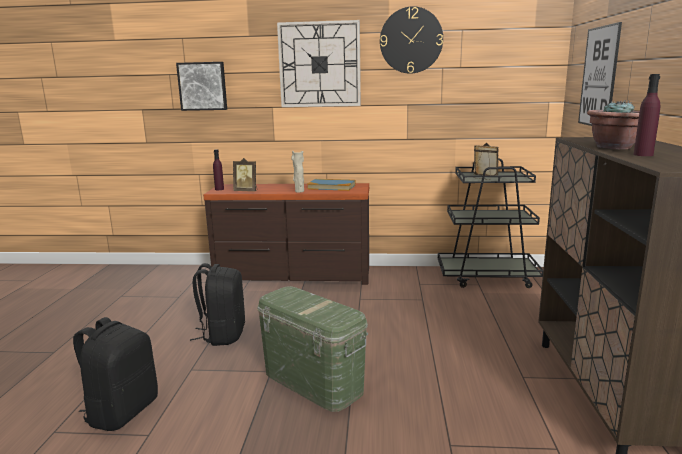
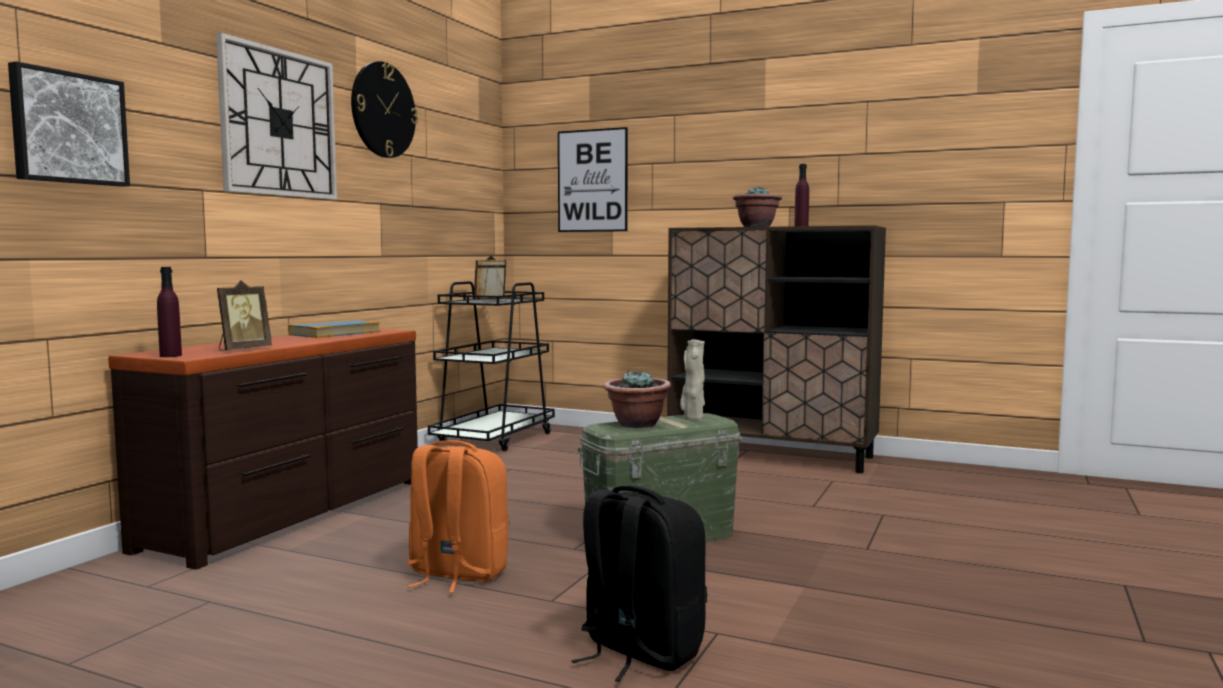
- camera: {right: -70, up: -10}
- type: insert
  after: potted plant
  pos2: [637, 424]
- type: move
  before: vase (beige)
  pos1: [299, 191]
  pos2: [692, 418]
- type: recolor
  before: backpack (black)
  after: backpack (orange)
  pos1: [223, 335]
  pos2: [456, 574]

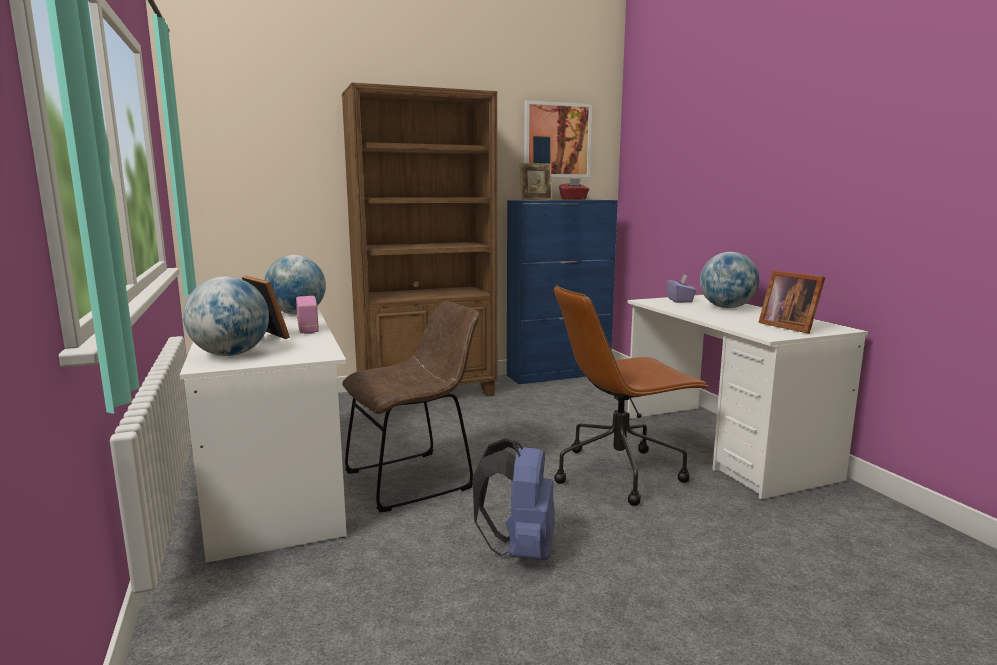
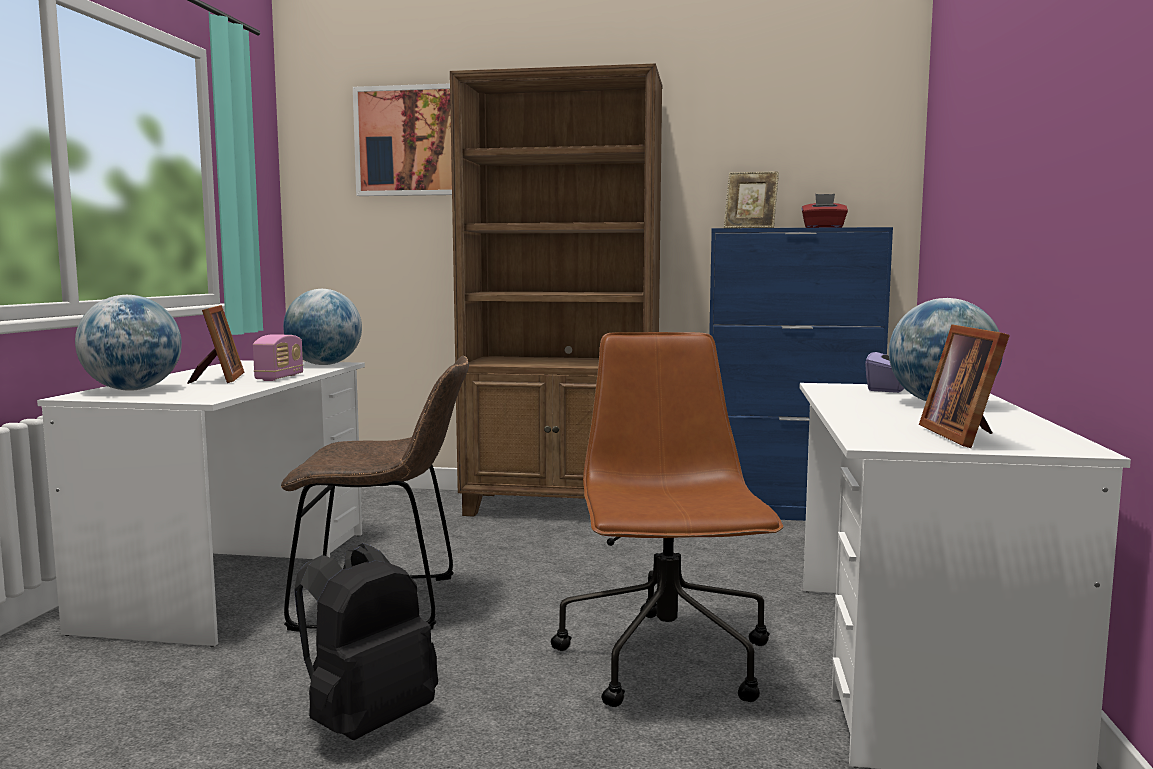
- camera: {right: 30, up: -5}
- type: move
  before: picture
  pos1: [556, 140]
  pos2: [407, 141]
- type: recolor
  before: backpack (blue)
  after: backpack (black)
  pos1: [520, 550]
  pos2: [366, 722]
- type: rotate
  before: office chair (brown)
  pos1: [620, 472]
  pos2: [667, 662]
  turn: 75

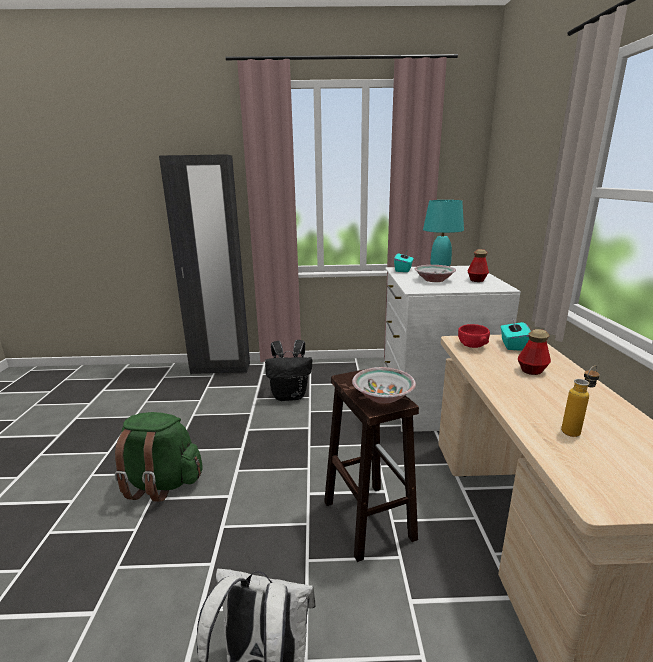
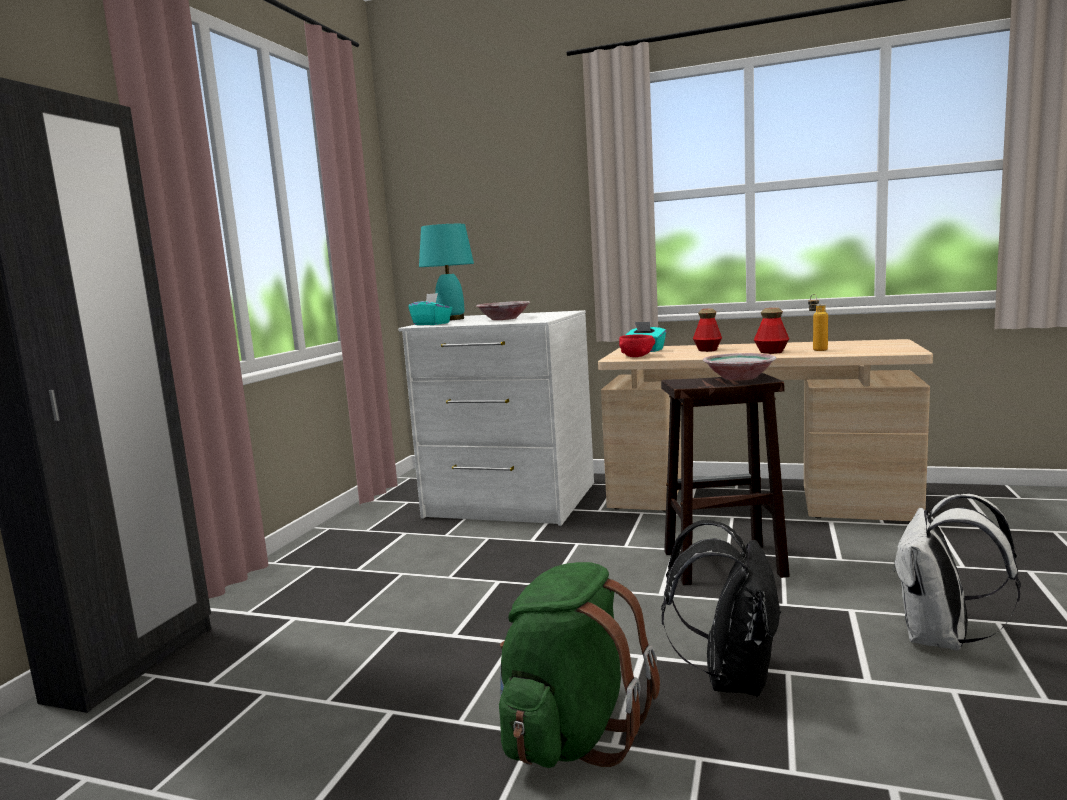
- camera: {right: -70, up: -10}
- type: move
  before: backpack (black)
  pos1: [290, 396]
  pos2: [730, 677]
- type: move
  before: bottle
  pos1: [477, 280]
  pos2: [771, 352]

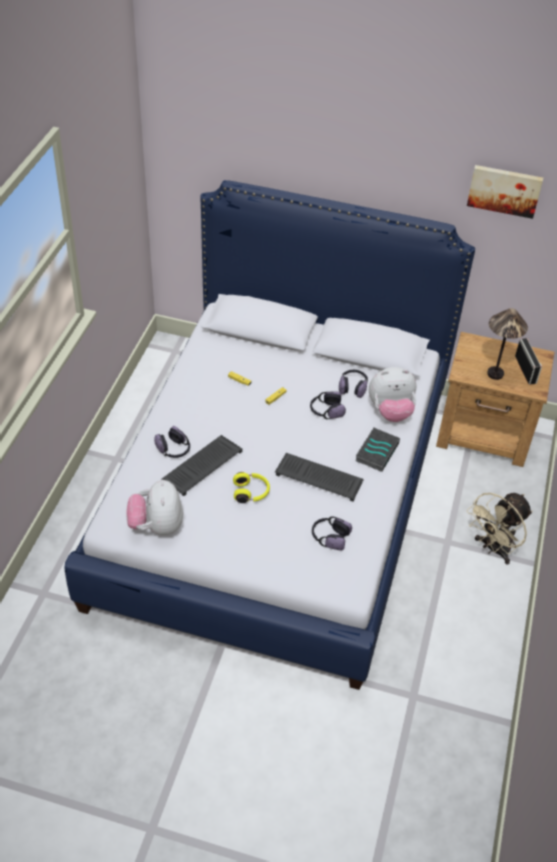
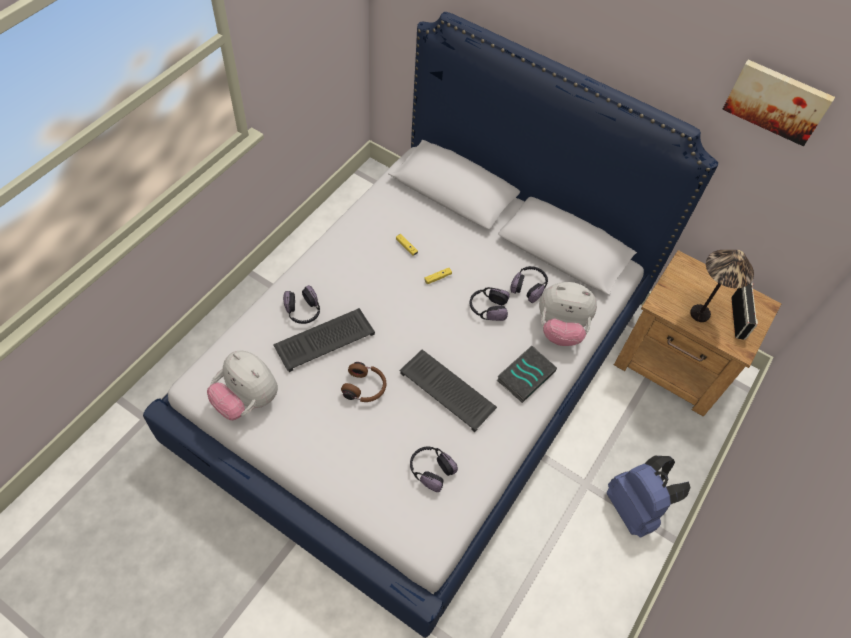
- camera: {right: 15, up: 10}
- type: replace
  before: fan (beige)
  after: backpack (blue)
  pos1: [493, 549]
  pos2: [635, 508]
- type: recolor
  before: headphones (yellow)
  after: headphones (brown)
  pos1: [251, 492]
  pos2: [365, 388]
- type: rotate
  before: plush toy
  pos1: [157, 526]
  pos2: [247, 400]
  turn: -60

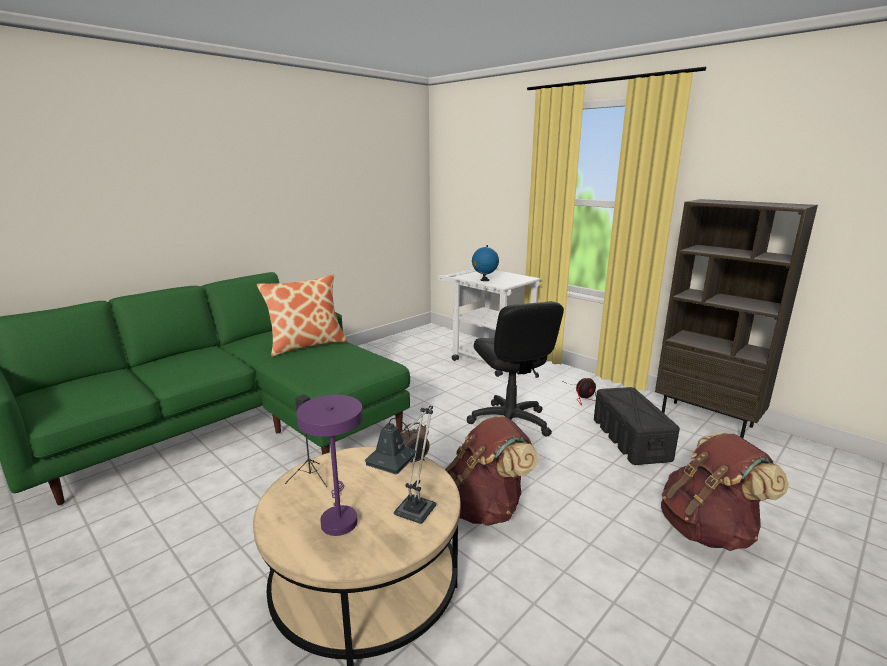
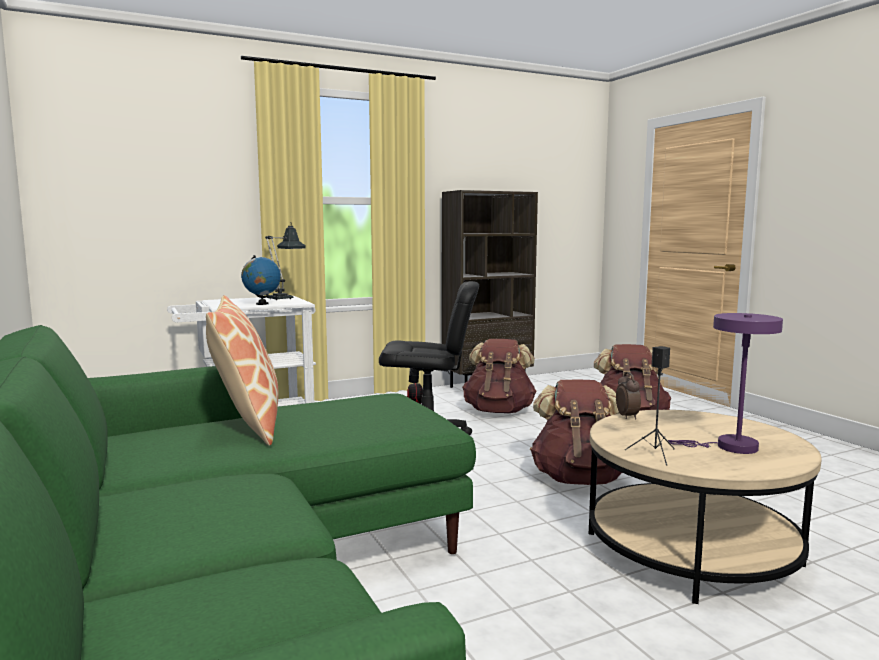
- camera: {right: -70, up: -10}
- type: move
  before: table lamp
  pos1: [410, 517]
  pos2: [283, 299]
- type: replace
  before: storage box (black)
  after: backpack (brown)
  pos1: [631, 439]
  pos2: [499, 411]

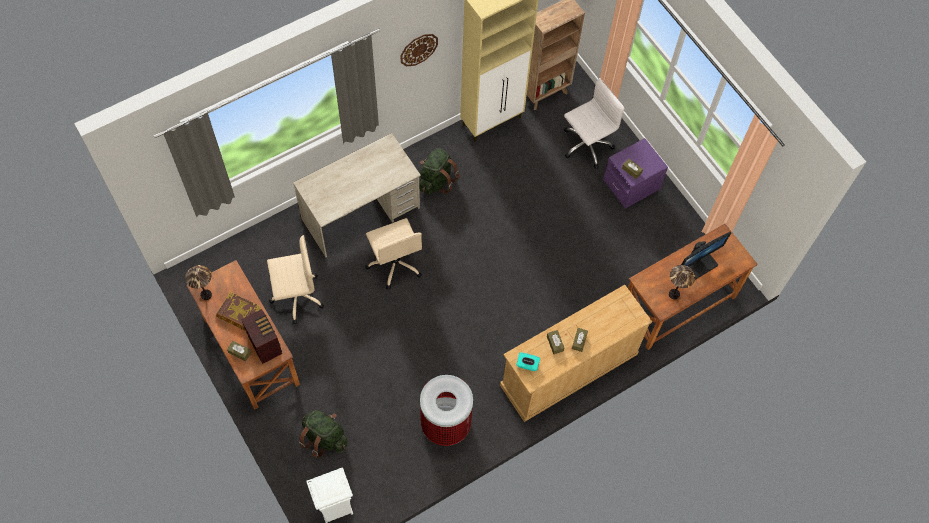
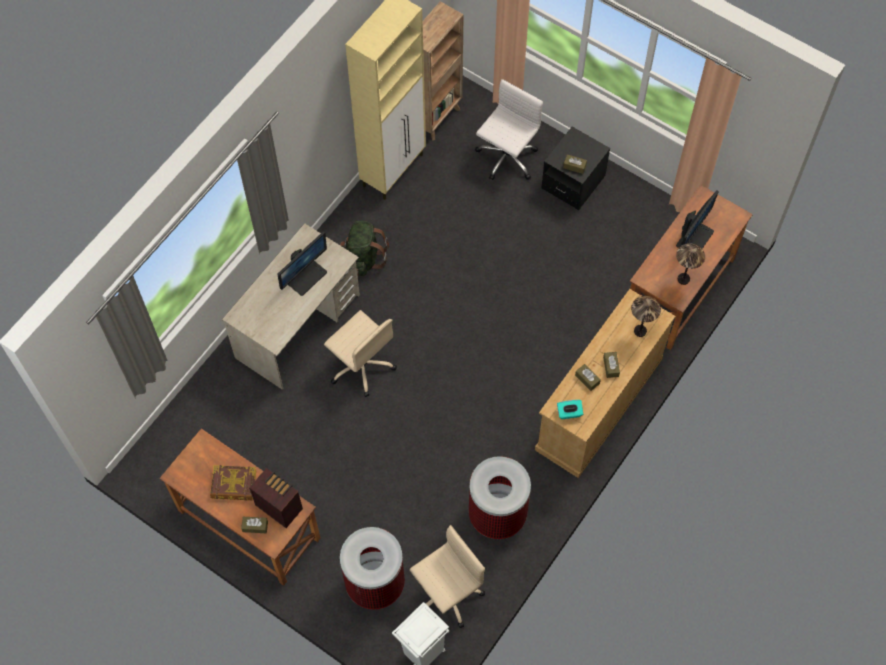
- camera: {right: -20, up: 0}
- type: delete
  before: wall clock
  pos1: [418, 49]
- type: insert
  after: monitor
  pos2: [305, 276]
- type: move
  before: table lamp
  pos1: [206, 295]
  pos2: [640, 331]
- type: move
  before: office chair (beige)
  pos1: [296, 296]
  pos2: [446, 593]
- type: replace
  before: backpack (green)
  after: trash can
  pos1: [324, 438]
  pos2: [374, 583]
- type: recolor
  before: nightstand (purple)
  after: nightstand (black)
  pos1: [631, 185]
  pos2: [573, 182]

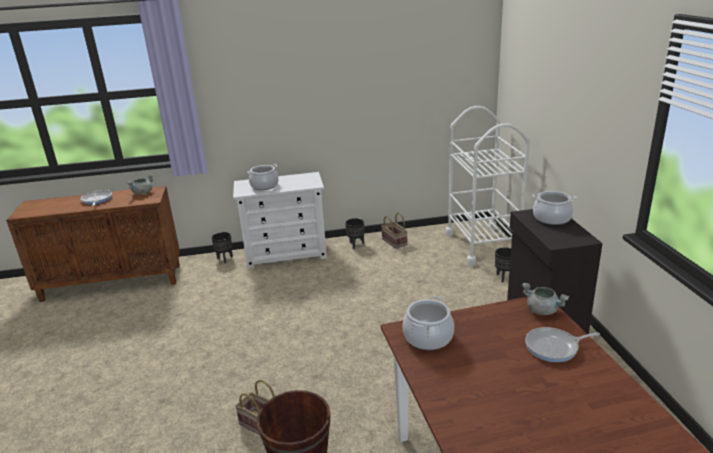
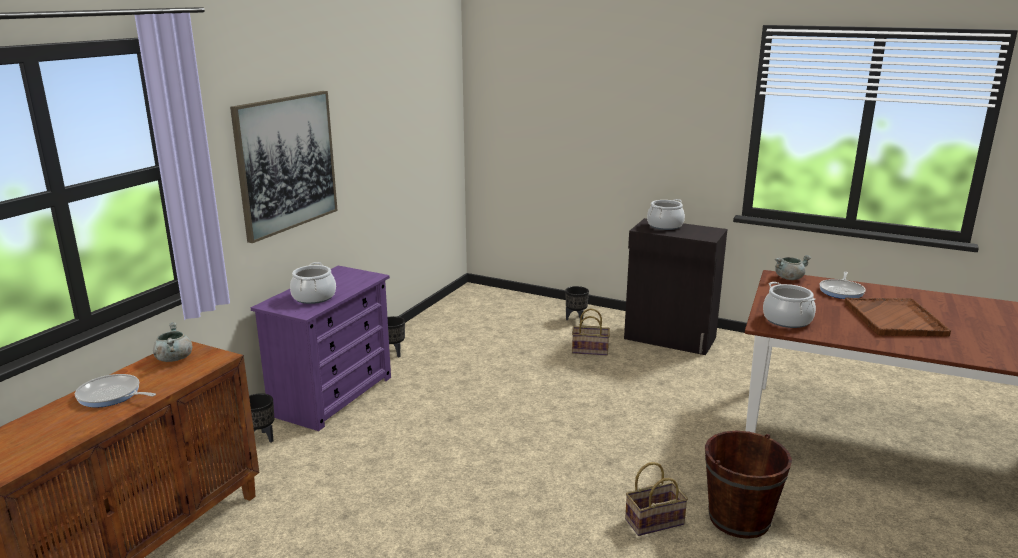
- camera: {right: -55, up: -5}
- type: delete
  before: cart (white)
  pos1: [482, 245]
- type: insert
  after: picture
  pos2: [286, 163]
- type: insert
  after: tray (brown)
  pos2: [894, 319]
- type: move
  before: basket
  pos1: [395, 242]
  pos2: [591, 350]
- type: recolor
  before: dresser (white)
  after: dresser (purple)
  pos1: [286, 253]
  pos2: [333, 395]

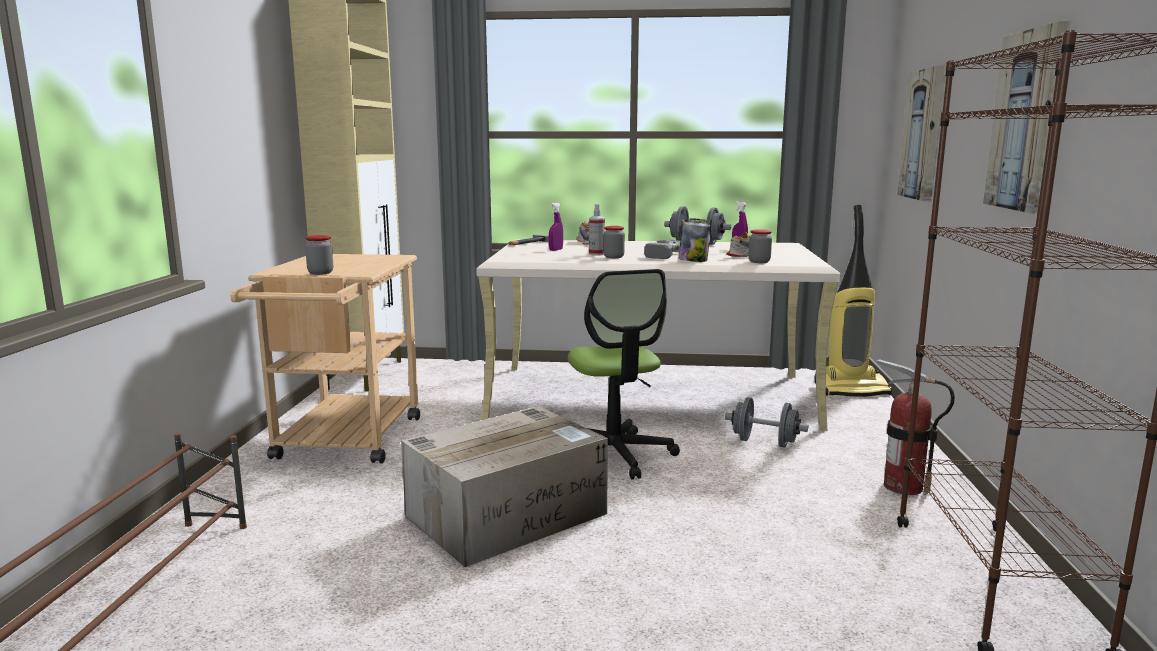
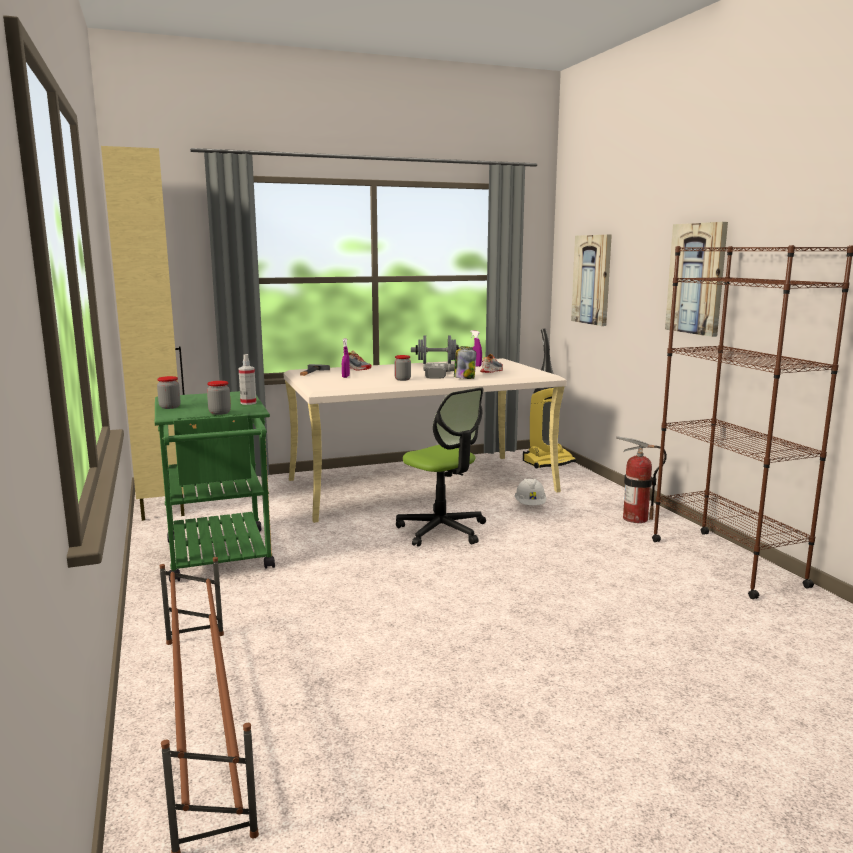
- camera: {right: -25, up: 0}
- type: delete
  before: cardboard box
  pos1: [508, 514]
- type: move
  before: spray bottle
  pos1: [596, 254]
  pos2: [248, 403]
- type: move
  before: jar
  pos1: [759, 262]
  pos2: [170, 407]
- type: replace
  before: dumbbell (grey)
  after: hard hat (white)
  pos1: [764, 442]
  pos2: [530, 505]
- type: recolor
  before: cart (beige)
  after: cart (green)
  pos1: [344, 443]
  pos2: [220, 559]

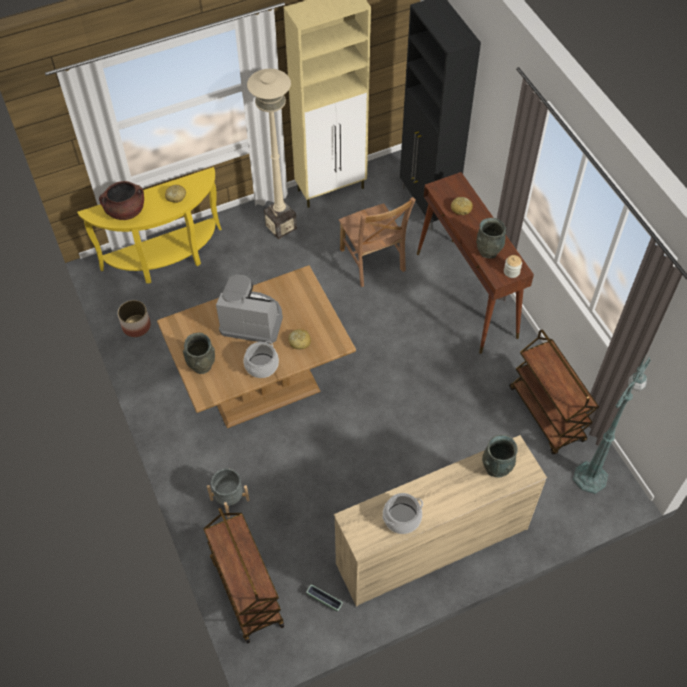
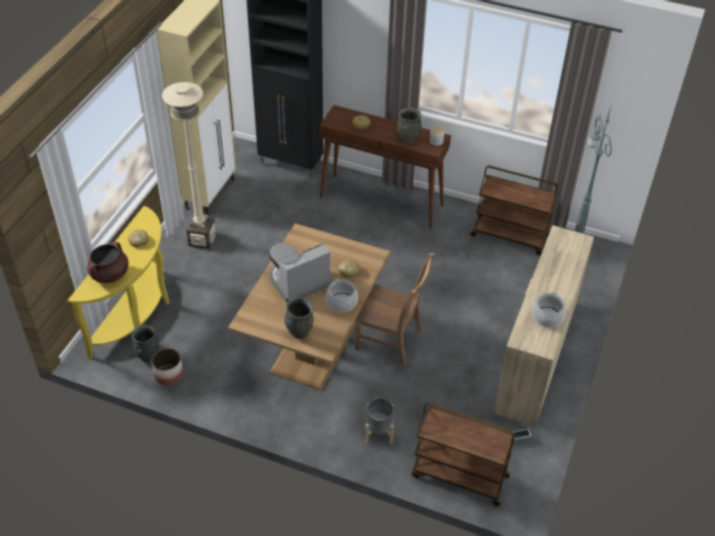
- camera: {right: -45, up: -10}
- type: move
  before: chair (brown)
  pos1: [373, 262]
  pos2: [391, 341]
- type: move
  before: vase (grey)
  pos1: [496, 468]
  pos2: [148, 355]

